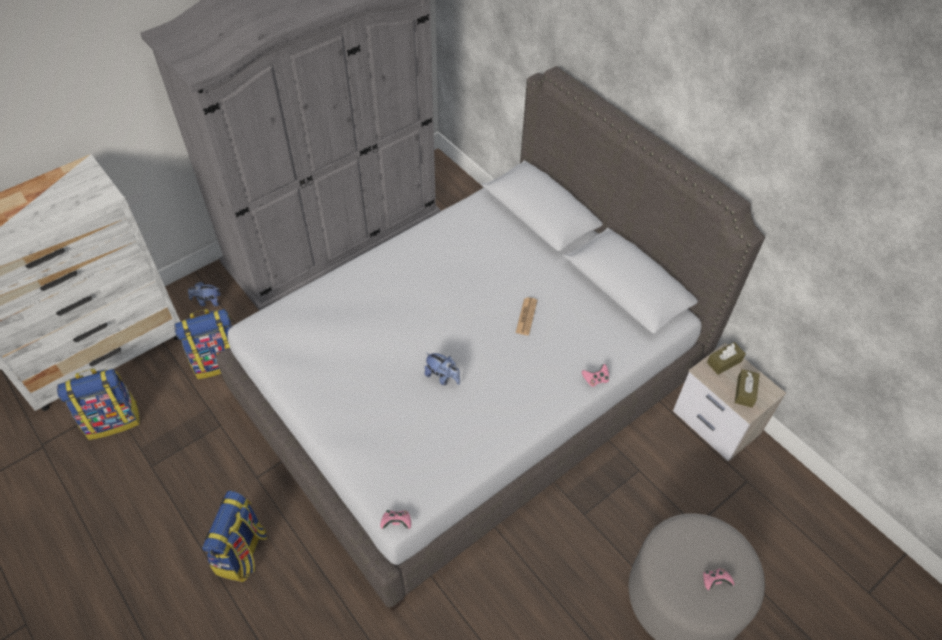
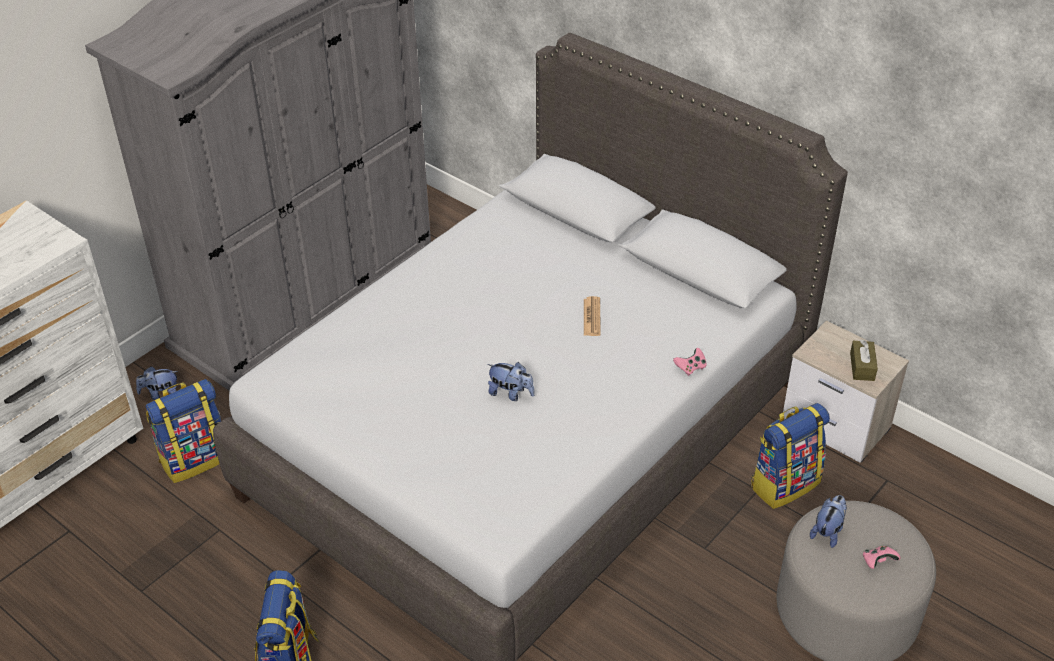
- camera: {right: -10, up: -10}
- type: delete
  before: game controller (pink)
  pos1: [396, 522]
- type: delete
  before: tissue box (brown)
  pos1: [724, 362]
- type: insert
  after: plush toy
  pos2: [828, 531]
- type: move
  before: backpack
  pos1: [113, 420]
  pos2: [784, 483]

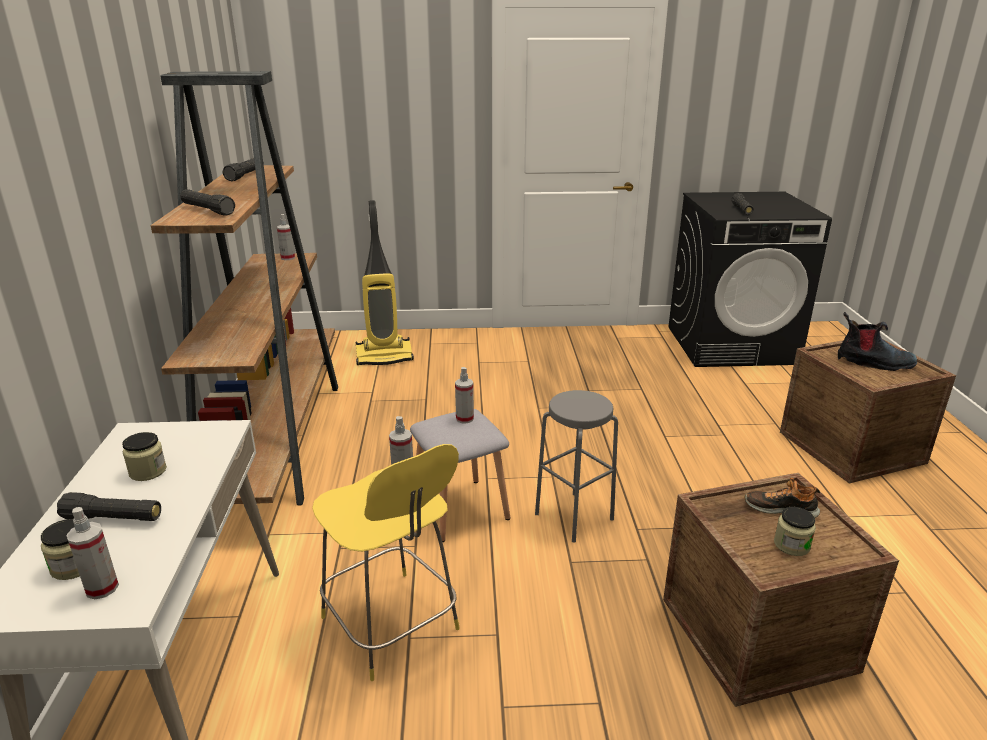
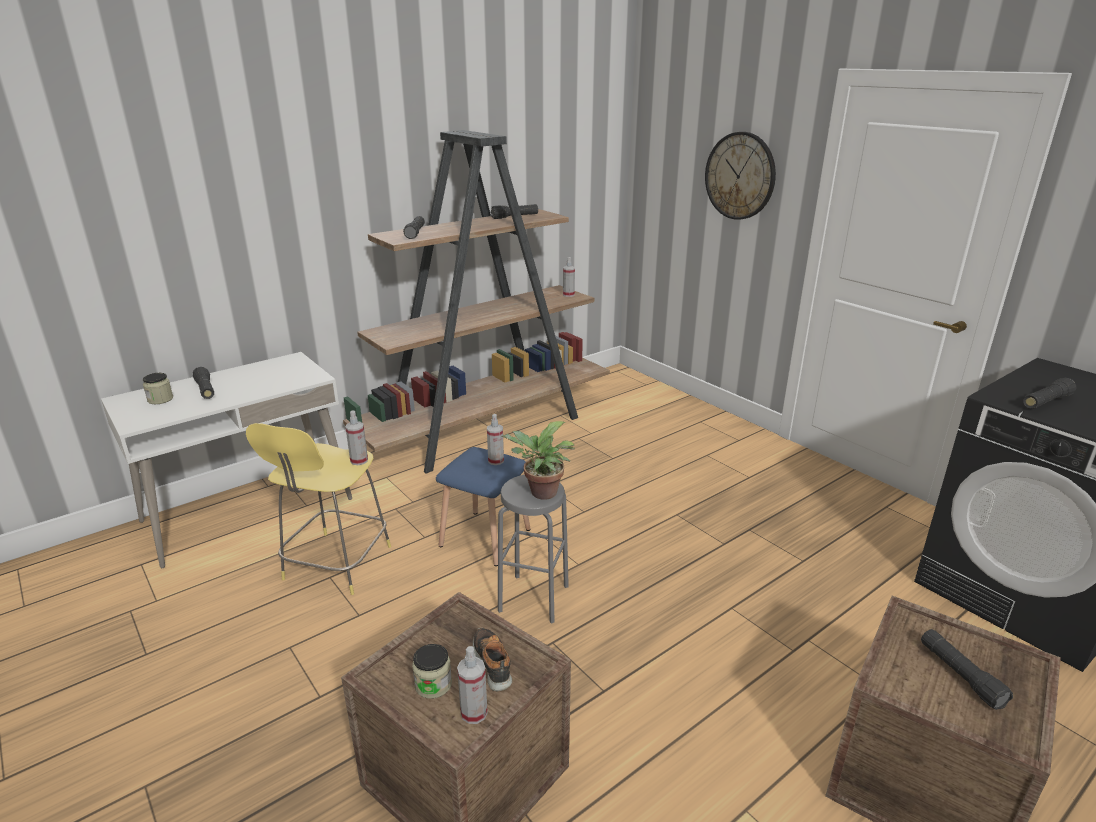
- camera: {right: 55, up: 0}
- type: delete
  before: jar
  pos1: [148, 471]
- type: delete
  before: vacuum cleaner
  pos1: [385, 356]
- type: insert
  after: potted plant
  pos2: [540, 493]
- type: insert
  after: wall clock
  pos2: [740, 176]
- type: move
  before: spray bottle
  pos1: [102, 588]
  pos2: [474, 713]
- type: replace
  before: boot
  after: flashlight (black)
  pos1: [874, 363]
  pos2: [960, 675]
- type: recolor
  before: stool (grey)
  after: stool (blue)
  pos1: [461, 508]
  pos2: [486, 537]

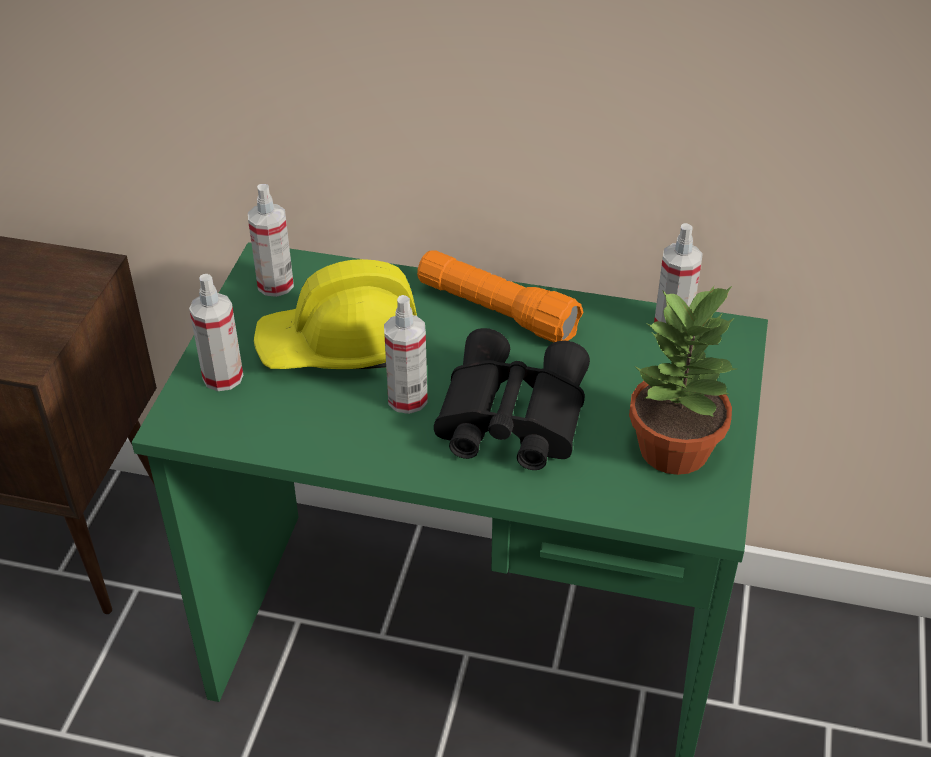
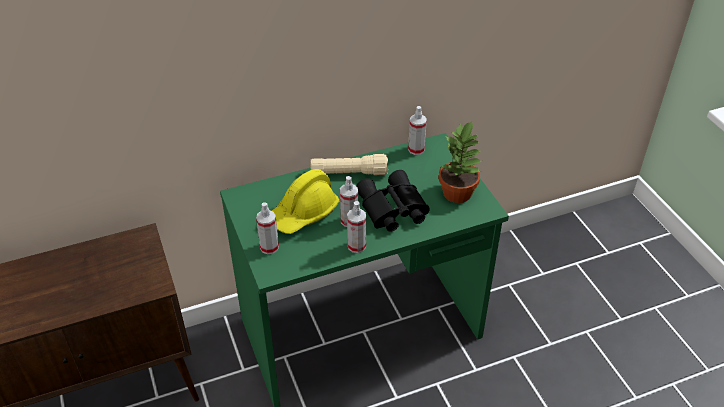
- camera: {right: -35, up: 0}
- type: move
  before: spray bottle
  pos1: [275, 284]
  pos2: [356, 246]
- type: recolor
  before: flashlight (orange)
  after: flashlight (beige)
  pos1: [496, 311]
  pos2: [349, 173]

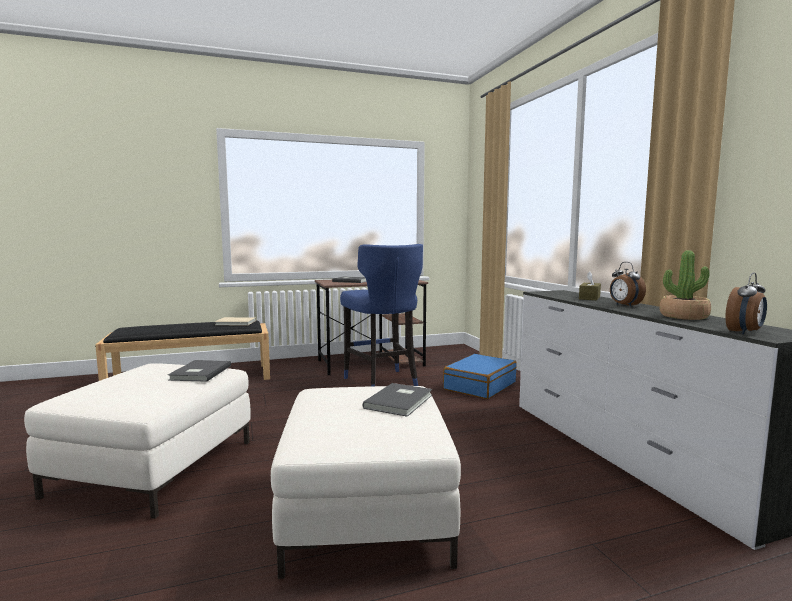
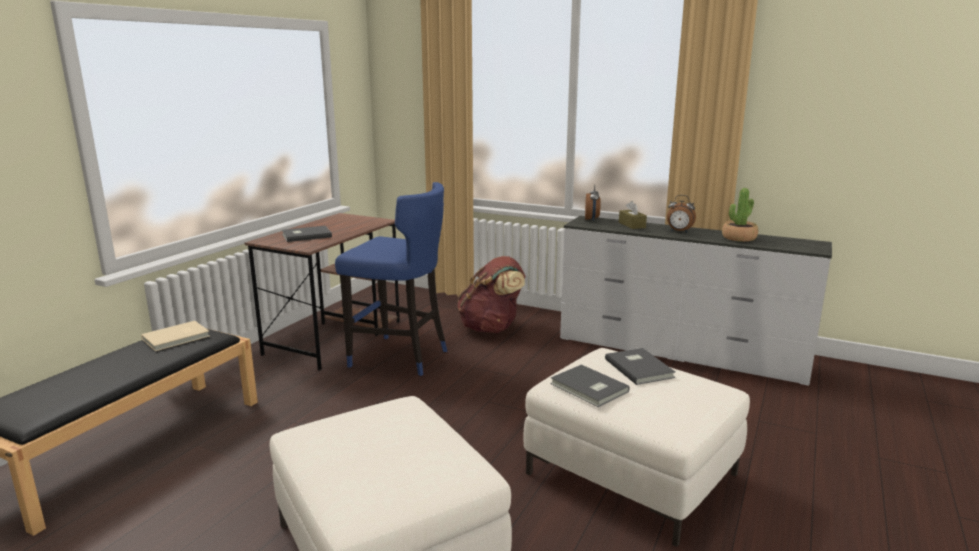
- camera: {right: -45, up: 10}
- type: move
  before: book (grey)
  pos1: [199, 373]
  pos2: [588, 388]
- type: move
  before: alarm clock
  pos1: [745, 332]
  pos2: [592, 219]
- type: replace
  before: suitcase (blue)
  after: backpack (brown)
  pos1: [479, 386]
  pos2: [492, 328]

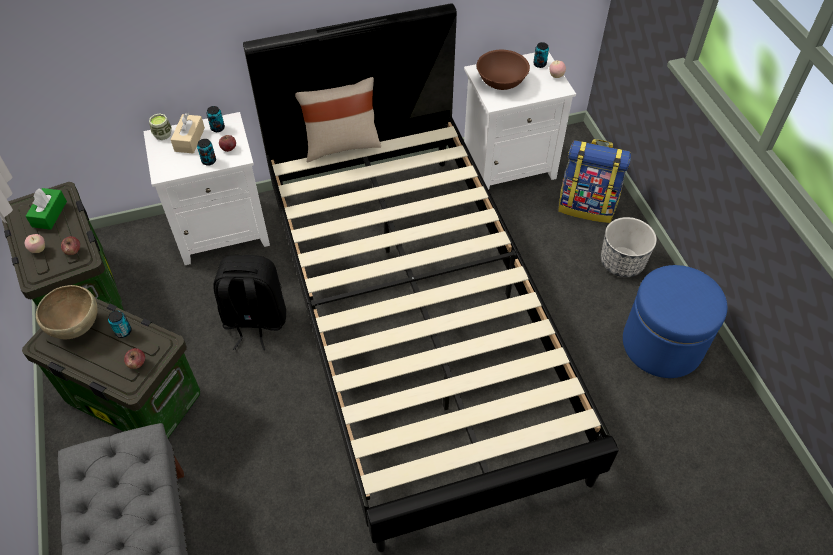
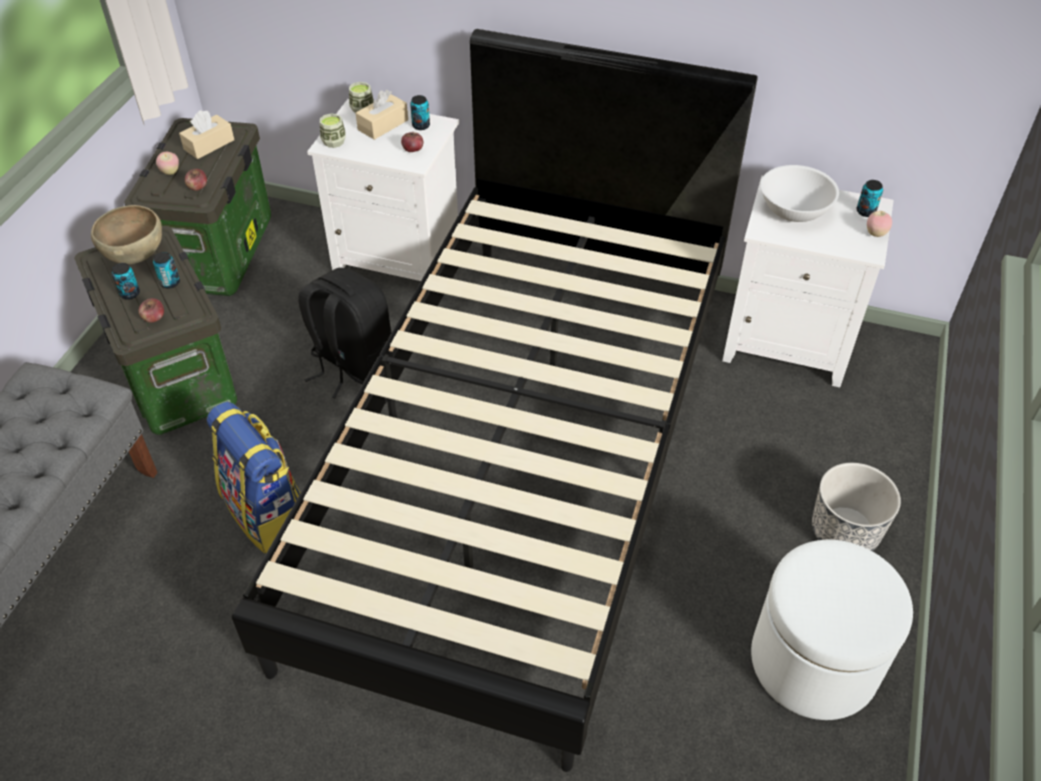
- camera: {right: 35, up: -5}
- type: delete
  before: pillow (beige)
  pos1: [341, 145]
- type: insert
  after: cup
  pos2: [334, 142]
- type: move
  before: can
  pos1: [209, 161]
  pos2: [130, 293]
- type: move
  before: backpack
  pos1: [587, 206]
  pos2: [268, 513]
- type: recolor
  before: tissue box (green)
  after: tissue box (beige)
  pos1: [49, 214]
  pos2: [209, 145]
- type: recolor
  before: bowl (brown)
  after: bowl (white)
  pos1: [501, 81]
  pos2: [793, 210]
- type: recolor
  before: ottoman (blue)
  after: ottoman (white)
  pos1: [662, 344]
  pos2: [814, 662]

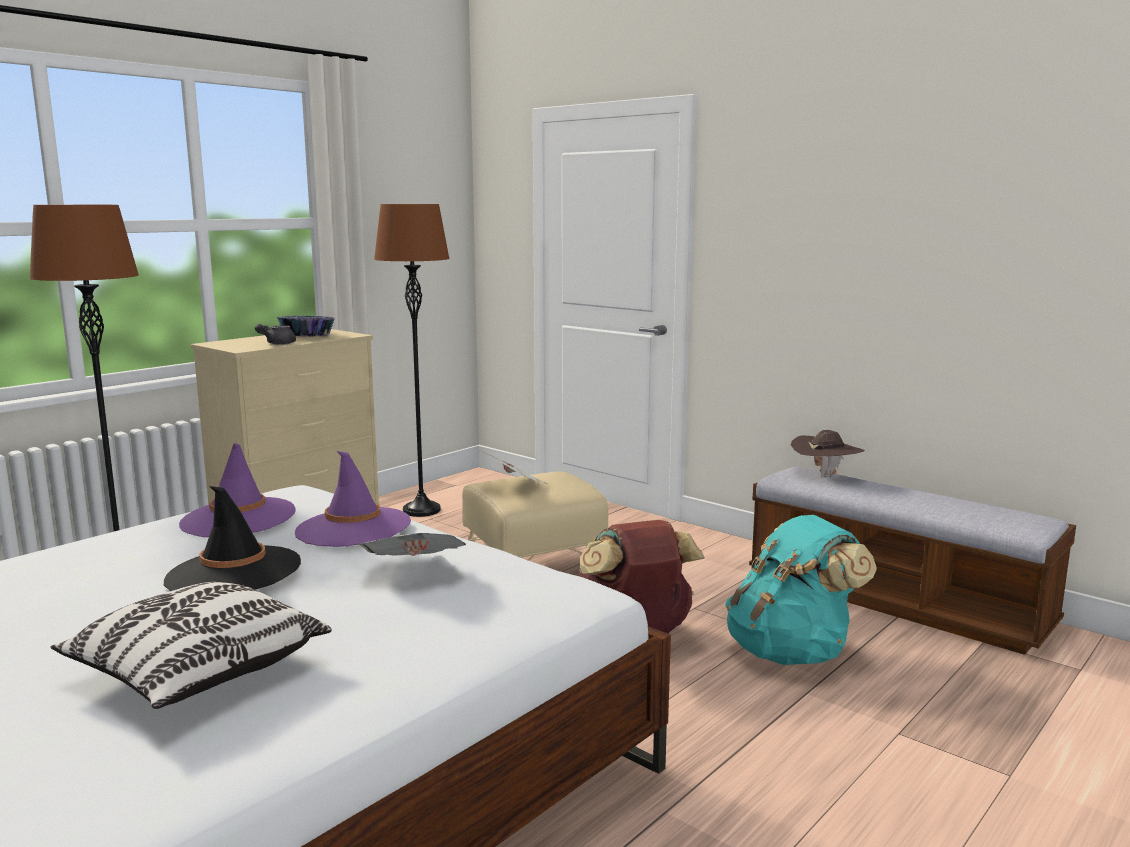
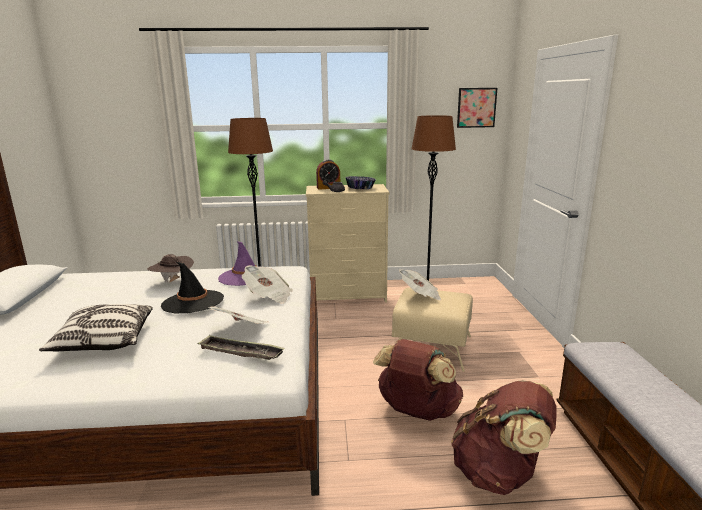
- camera: {right: 45, up: 5}
- type: insert
  after: tray
  pos2: [241, 352]
- type: insert
  after: alarm clock
  pos2: [328, 188]
- type: insert
  after: picture
  pos2: [476, 107]
- type: move
  before: hat (brown)
  pos1: [825, 475]
  pos2: [173, 282]
- type: replace
  before: hat (purple)
  after: newspaper
  pos1: [353, 528]
  pos2: [268, 296]
- type: recolor
  before: backpack (turquoise)
  after: backpack (brown)
  pos1: [791, 652]
  pos2: [499, 473]

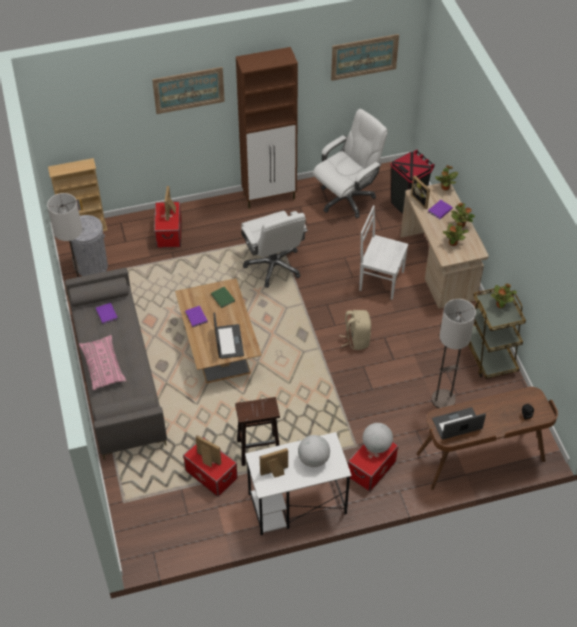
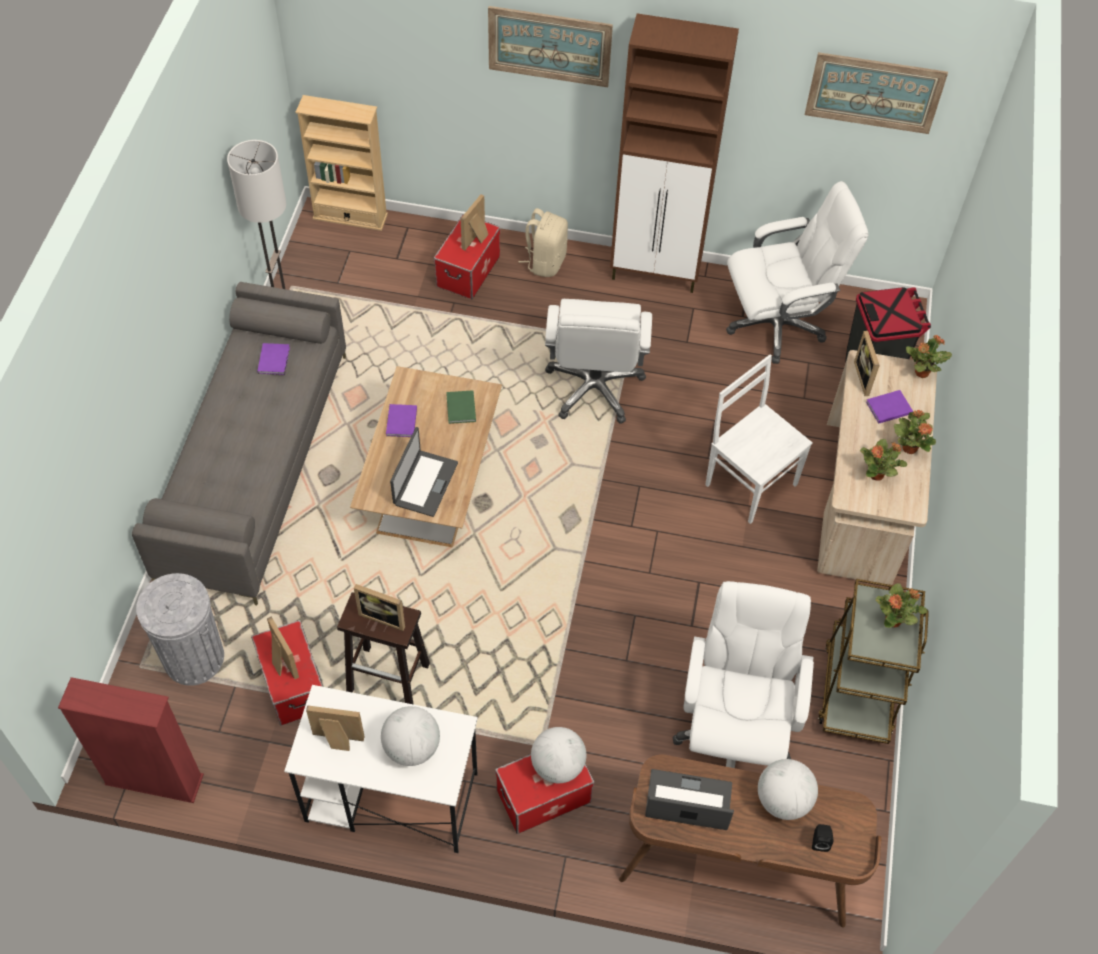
- camera: {right: 25, up: 5}
- type: delete
  before: pillow (pink)
  pos1: [103, 366]
- type: insert
  after: bookcase (red)
  pos2: [154, 780]
- type: insert
  after: picture frame
  pos2: [384, 616]
- type: insert
  after: globe
  pos2: [783, 800]
- type: move
  before: trash can (grey)
  pos1: [92, 266]
  pos2: [194, 658]
- type: move
  before: backpack (beige)
  pos1: [356, 340]
  pos2: [545, 262]
- type: replace
  before: floor lamp
  after: office chair (white)
  pos1: [443, 399]
  pos2: [732, 733]

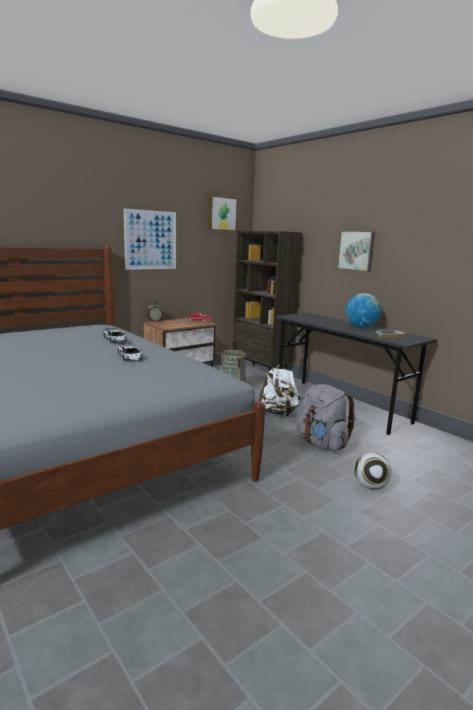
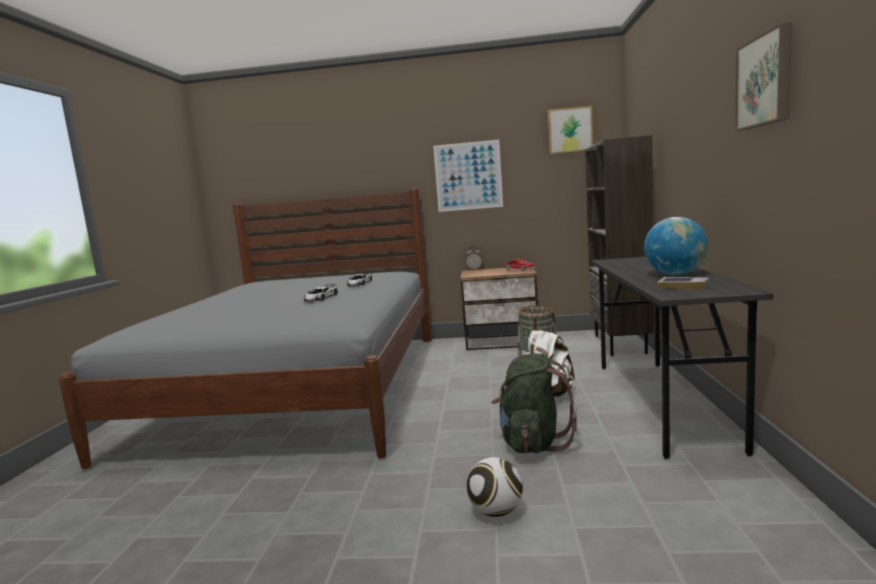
- camera: {right: 45, up: -5}
- type: move
  before: picture
  pos1: [356, 250]
  pos2: [766, 81]
- type: recolor
  before: backpack (grey)
  after: backpack (green)
  pos1: [321, 444]
  pos2: [532, 443]

